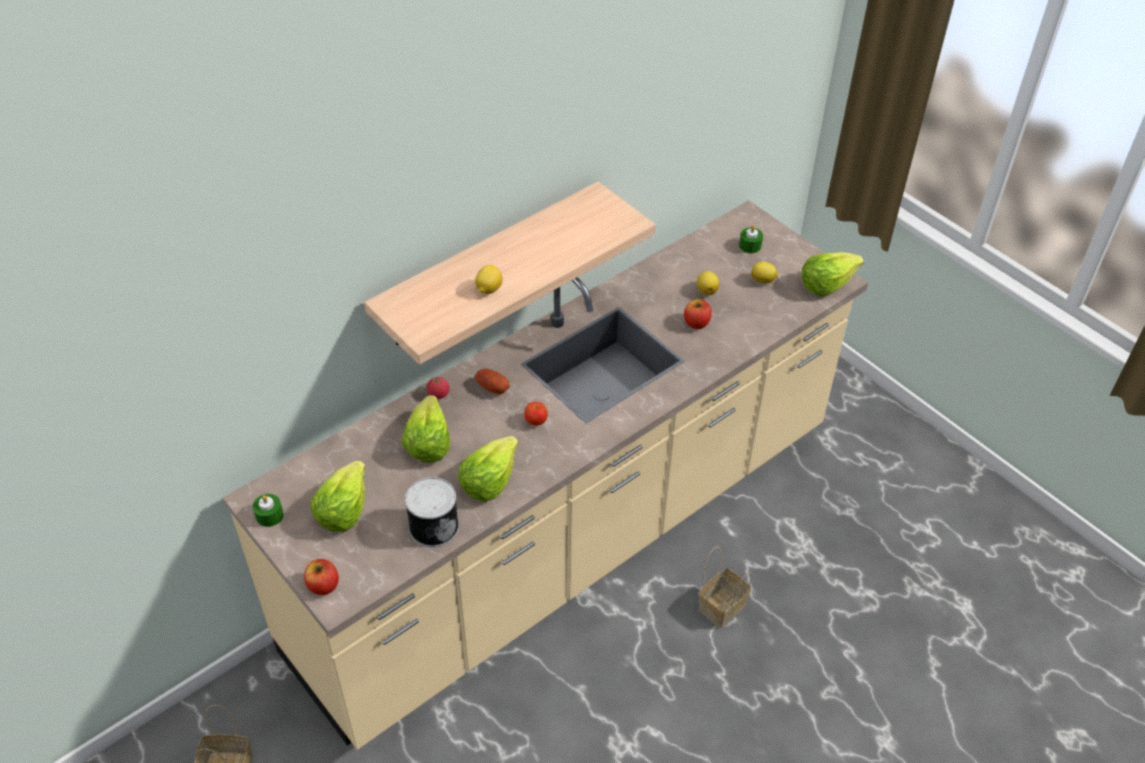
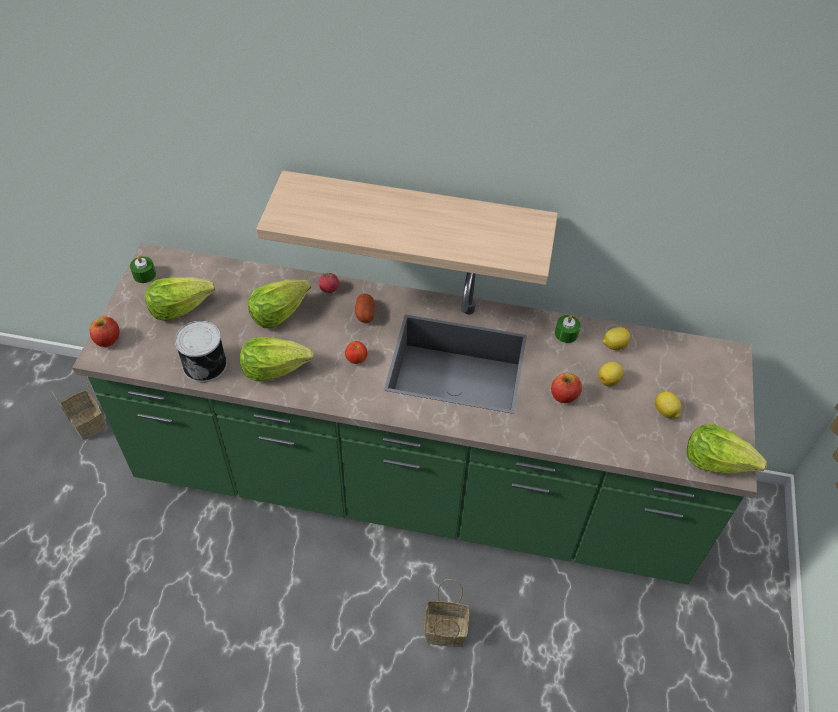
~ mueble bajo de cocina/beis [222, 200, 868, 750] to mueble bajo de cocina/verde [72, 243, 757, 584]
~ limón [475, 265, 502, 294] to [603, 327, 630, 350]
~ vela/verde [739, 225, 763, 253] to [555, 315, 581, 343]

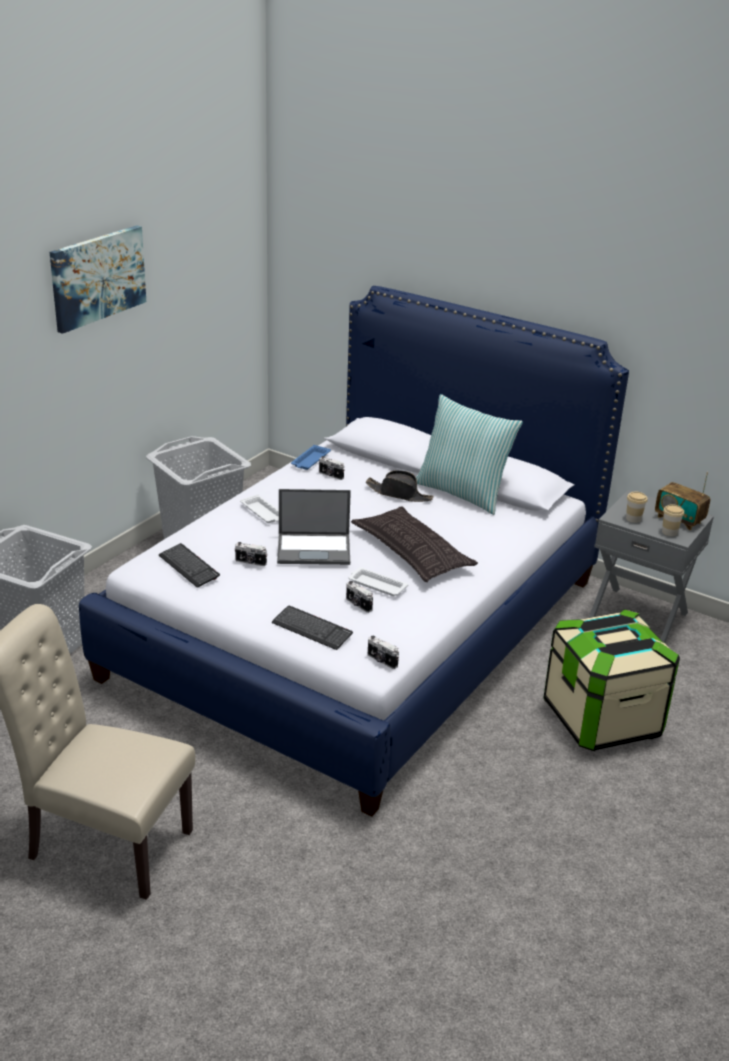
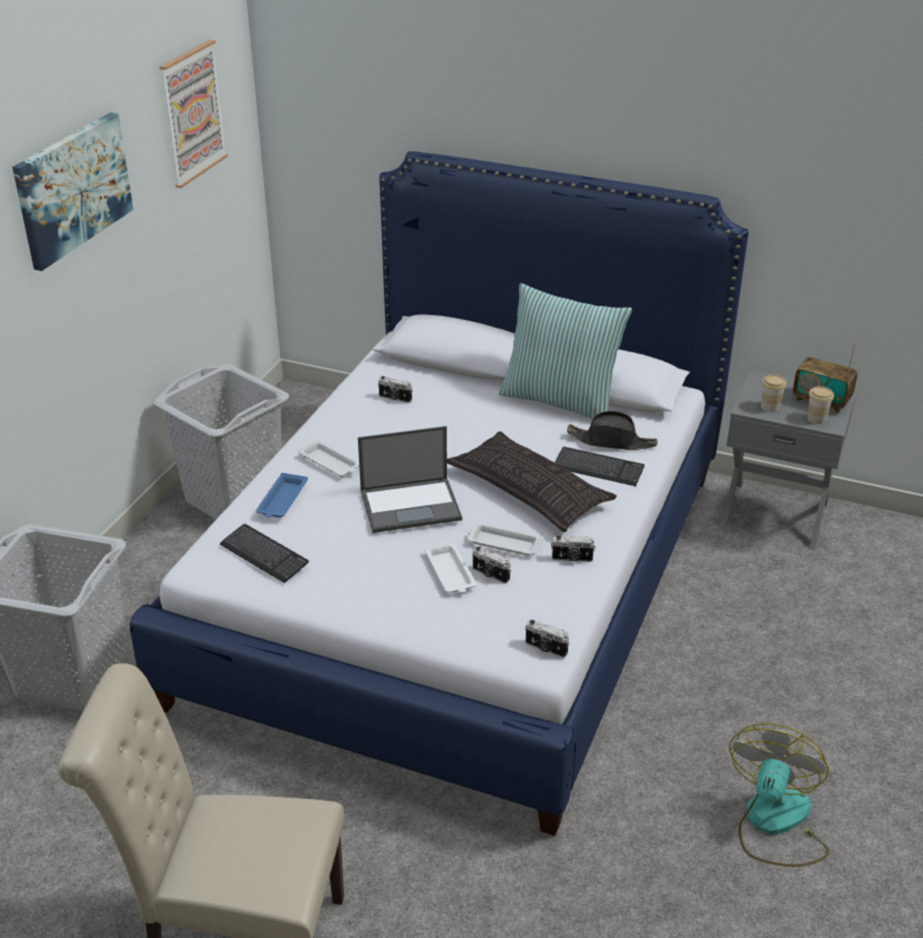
~ cámara [235, 542, 267, 566] to [551, 536, 596, 562]
~ teclado [272, 606, 353, 650] to [555, 447, 644, 486]
~ bandeja/azul [291, 445, 331, 470] to [256, 473, 308, 518]
~ sombrero/negro [366, 470, 434, 502] to [567, 411, 658, 450]
- caja de almacenaje [543, 609, 680, 751]
+ cuadro [159, 40, 228, 188]
+ bandeja/blanco [425, 541, 476, 593]
+ ventilador [729, 723, 829, 867]

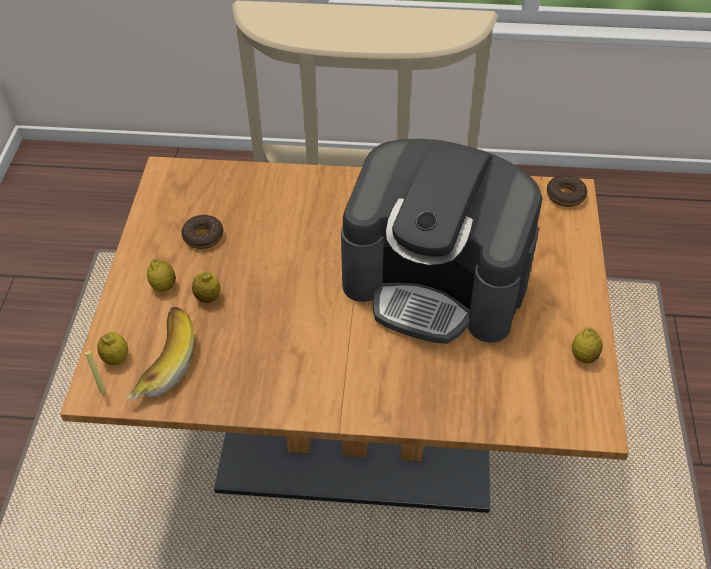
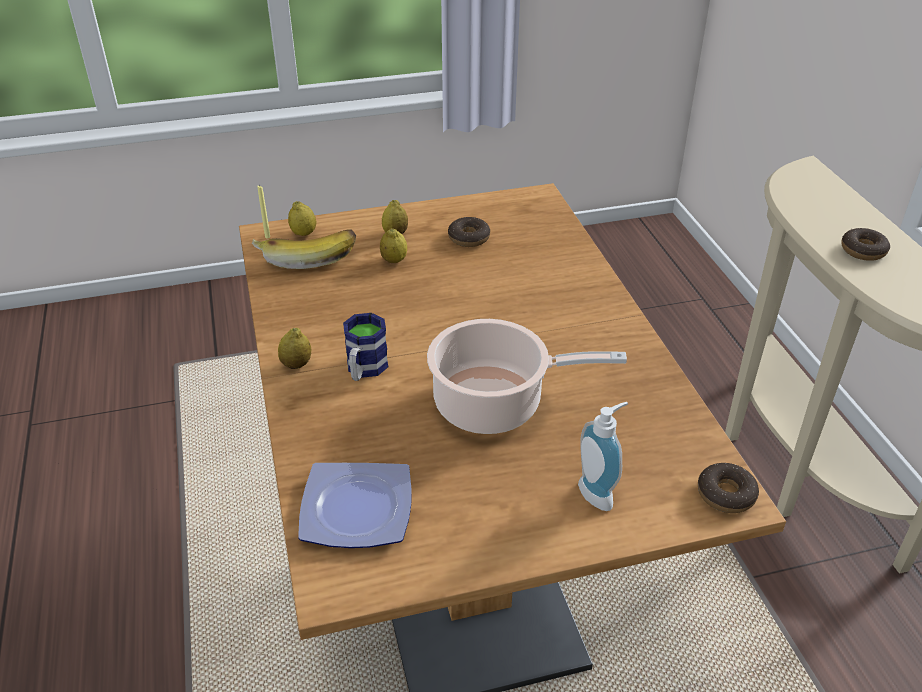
~ cafetera [341, 139, 542, 344] to olla [427, 319, 627, 434]
~ limón [572, 327, 603, 363] to [278, 328, 311, 369]
+ plato [298, 463, 412, 548]
+ taza grande [343, 313, 389, 381]
+ dispensador de jabón [578, 402, 628, 511]
+ rosquilla [841, 228, 890, 261]

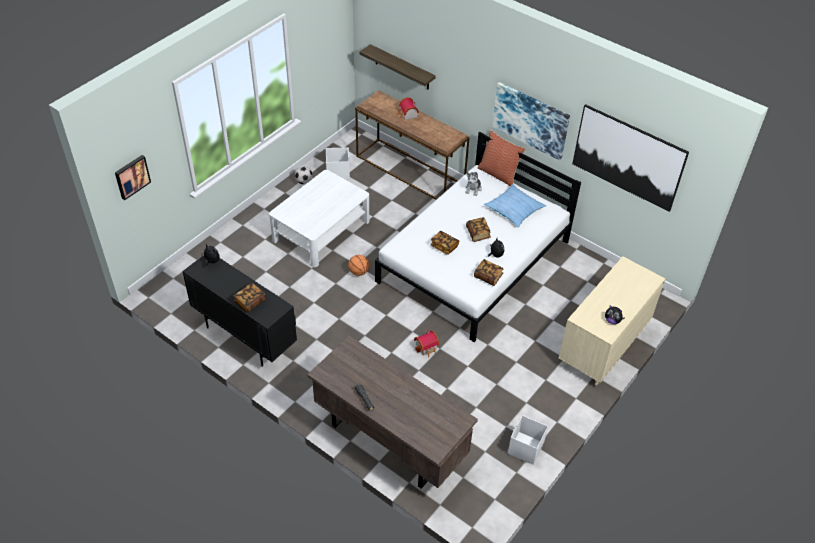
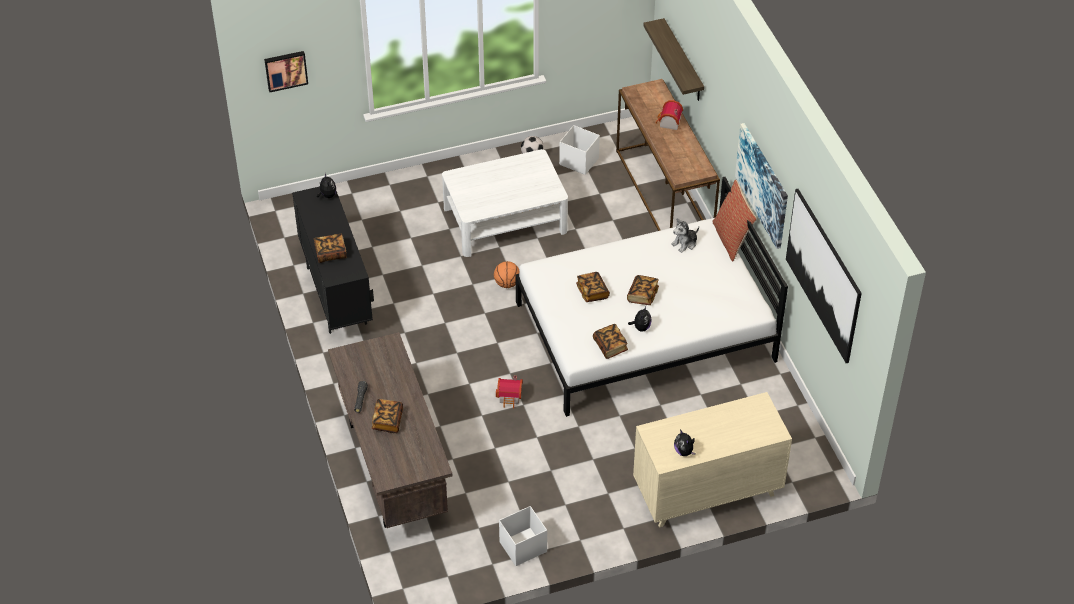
- cojín [484, 184, 546, 227]
+ libro [372, 399, 403, 433]

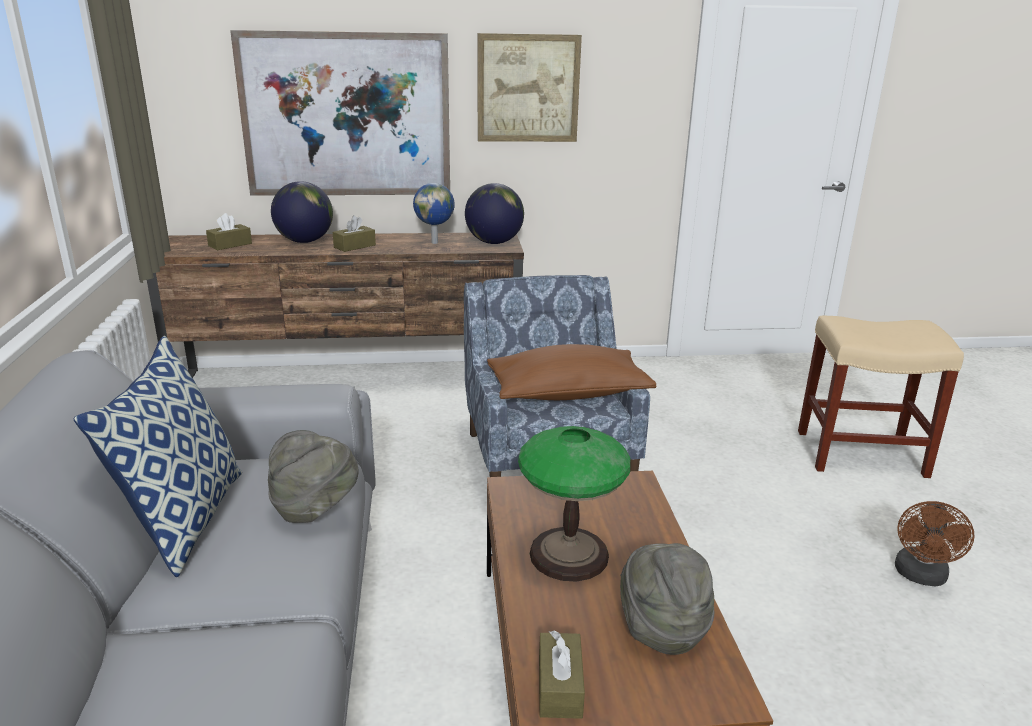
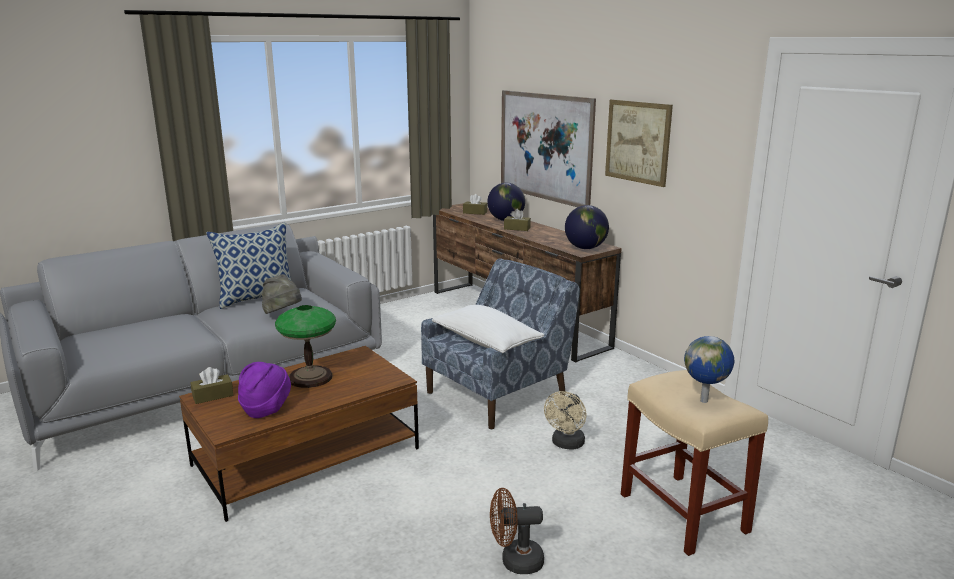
~ globo terráqueo [413, 183, 455, 244] to [684, 336, 734, 403]
~ cojín/marrón [487, 344, 656, 400] to cojín/blanco [432, 305, 544, 353]
~ sombrero/gris [620, 543, 714, 655] to sombrero/morado [238, 362, 291, 418]
+ ventilador/beis [544, 391, 587, 450]

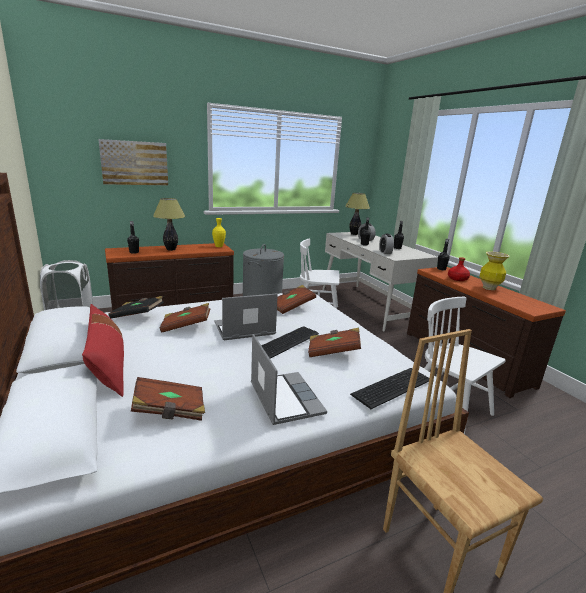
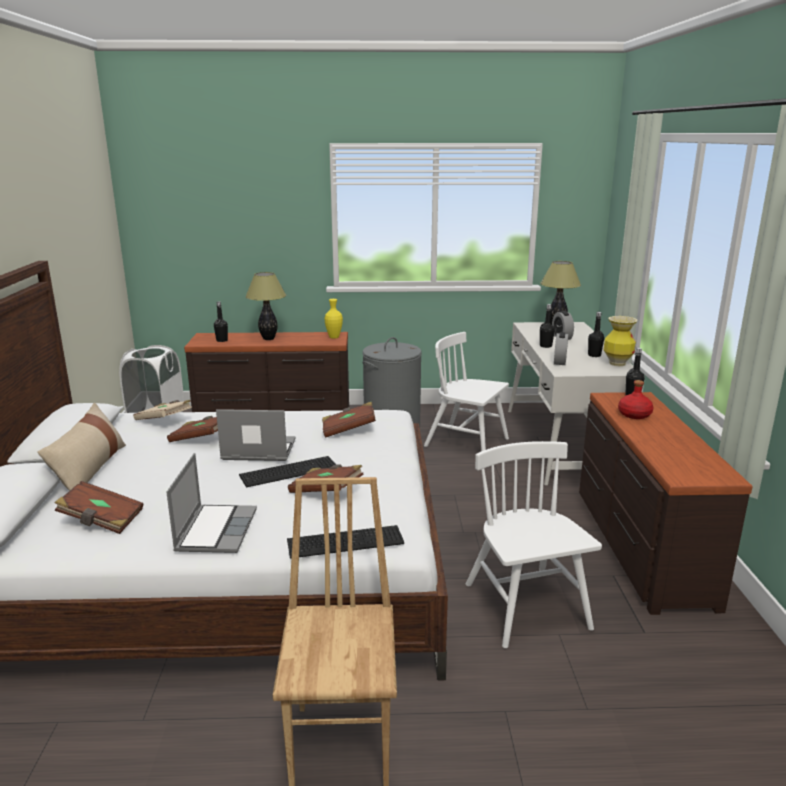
~ cojín/rojo [82, 304, 124, 397] to cojín/beis [37, 402, 126, 491]
- cuadro [98, 139, 168, 185]
~ libro/negro [108, 296, 164, 318] to libro/beis [133, 400, 192, 420]
~ florero [479, 251, 510, 290] to [604, 316, 637, 366]

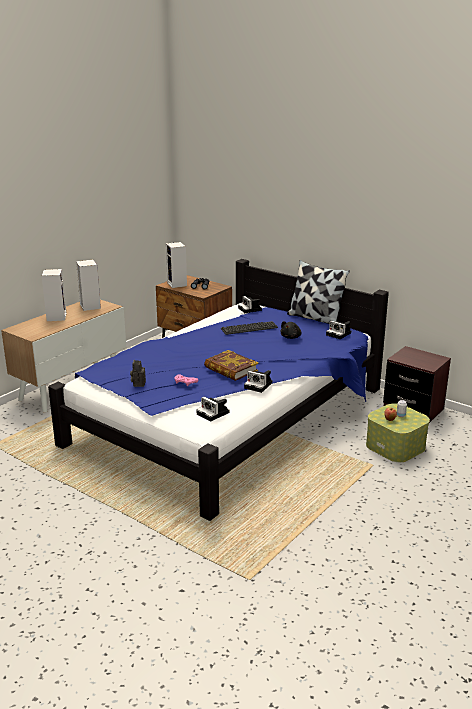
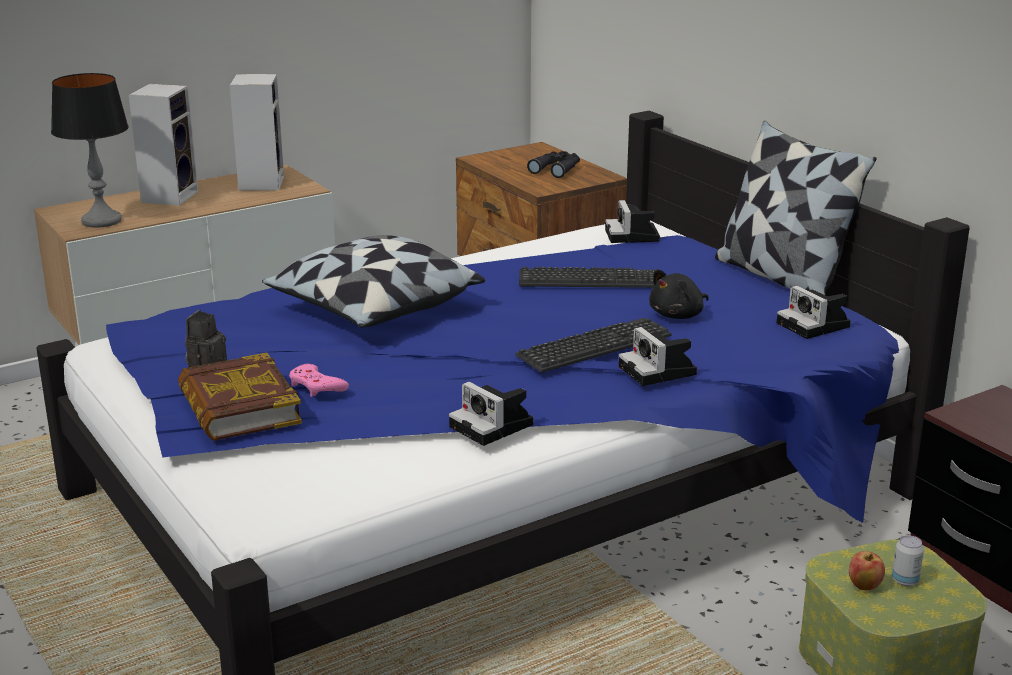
- altavoz [166, 242, 187, 288]
~ cámara [196, 397, 229, 422] to [619, 327, 697, 386]
~ libro [204, 350, 259, 381] to [178, 353, 302, 441]
+ lámpara de mesa [51, 73, 129, 227]
+ cojín [262, 235, 485, 328]
+ teclado [515, 318, 672, 373]

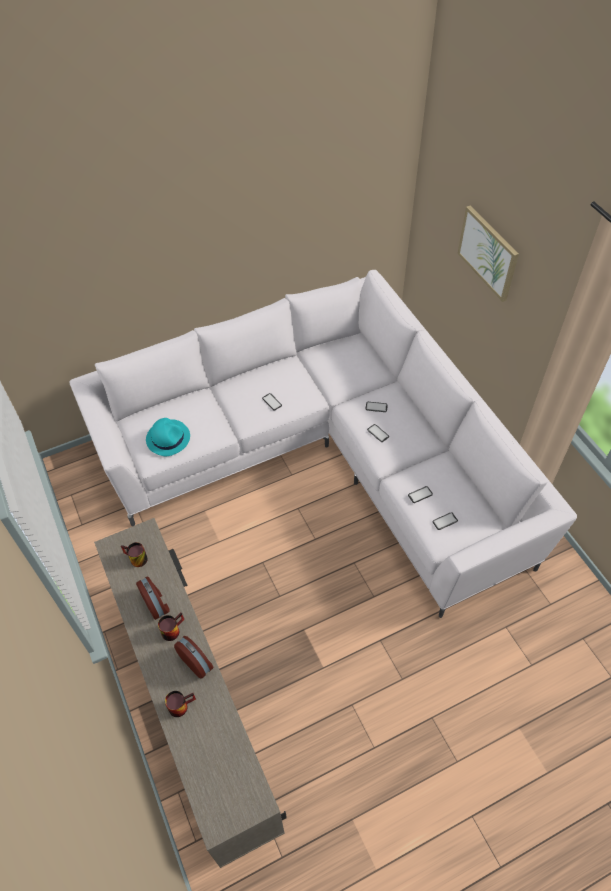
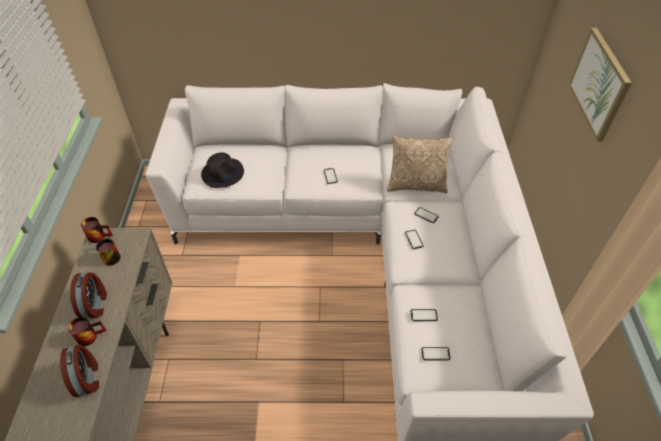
~ sombrero/turquesa [146, 418, 190, 456] to sombrero/negro [201, 153, 244, 188]
~ taza grande [165, 691, 196, 717] to [81, 217, 113, 243]
+ cojín [387, 136, 454, 193]

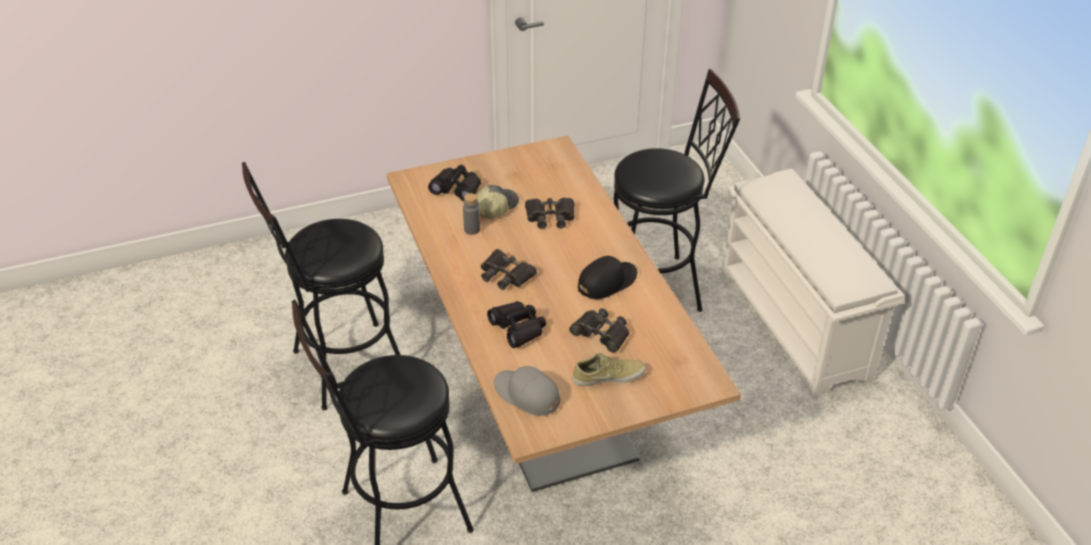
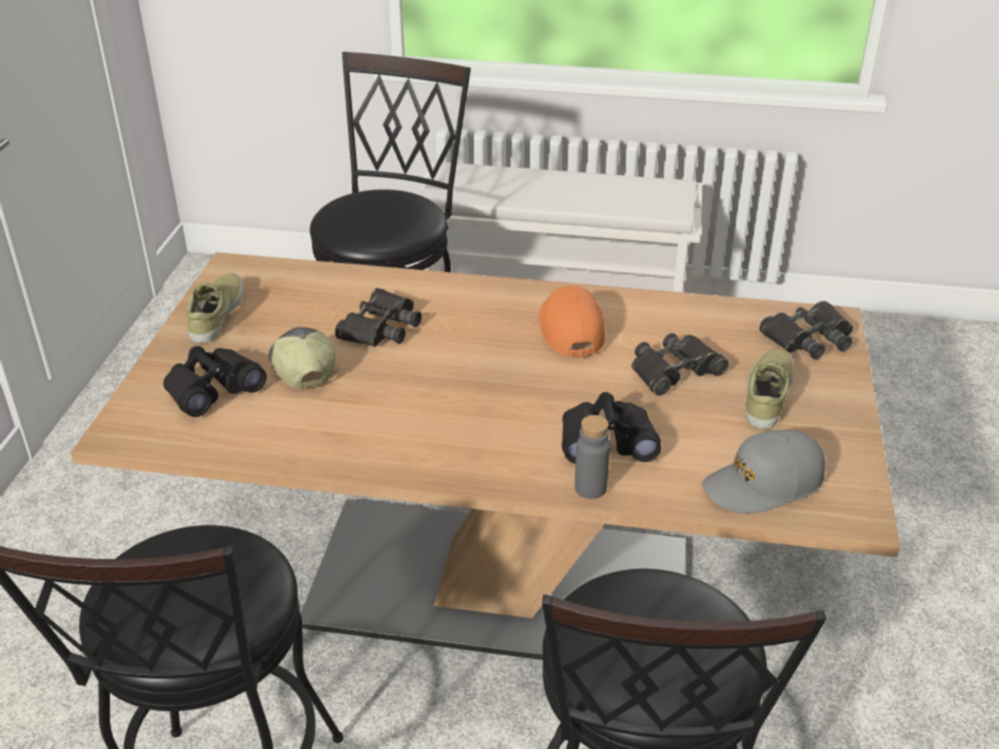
~ botella/gris [463, 193, 480, 235] to [575, 415, 610, 499]
~ prismáticos/negro [481, 249, 537, 290] to [759, 301, 853, 359]
~ gorra/negro [578, 256, 637, 299] to gorra/naranja [538, 286, 605, 358]
+ zapato/beis [187, 273, 244, 343]

